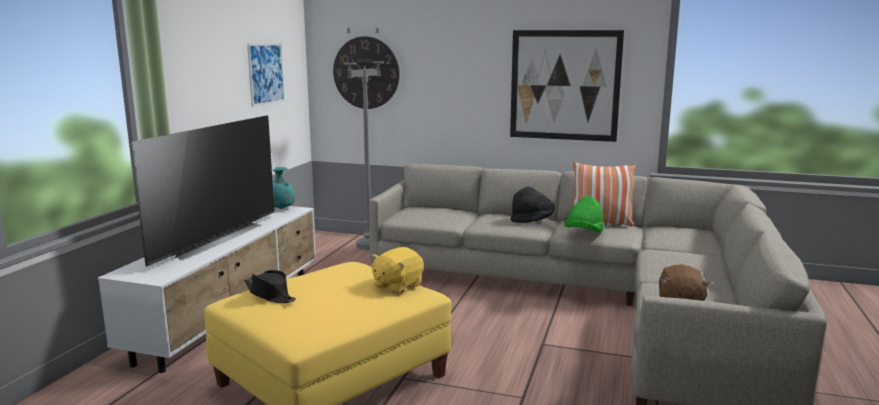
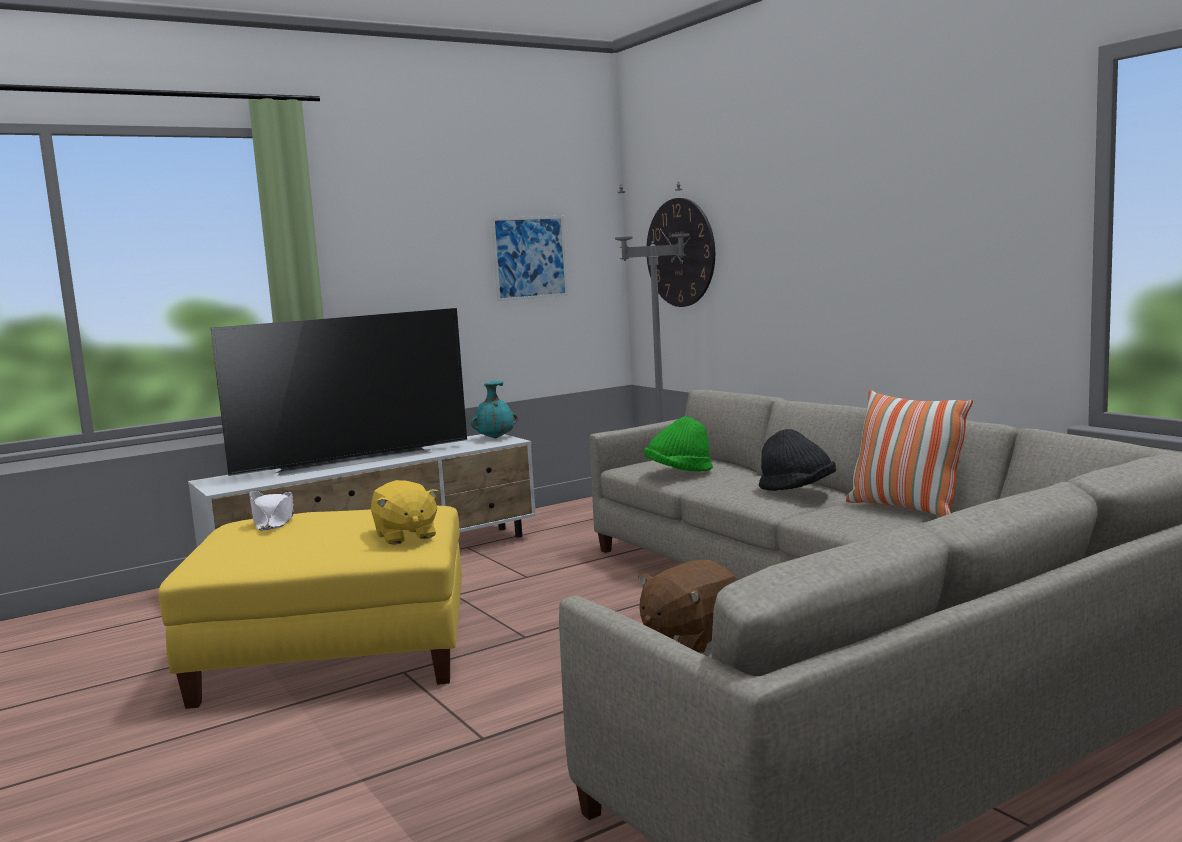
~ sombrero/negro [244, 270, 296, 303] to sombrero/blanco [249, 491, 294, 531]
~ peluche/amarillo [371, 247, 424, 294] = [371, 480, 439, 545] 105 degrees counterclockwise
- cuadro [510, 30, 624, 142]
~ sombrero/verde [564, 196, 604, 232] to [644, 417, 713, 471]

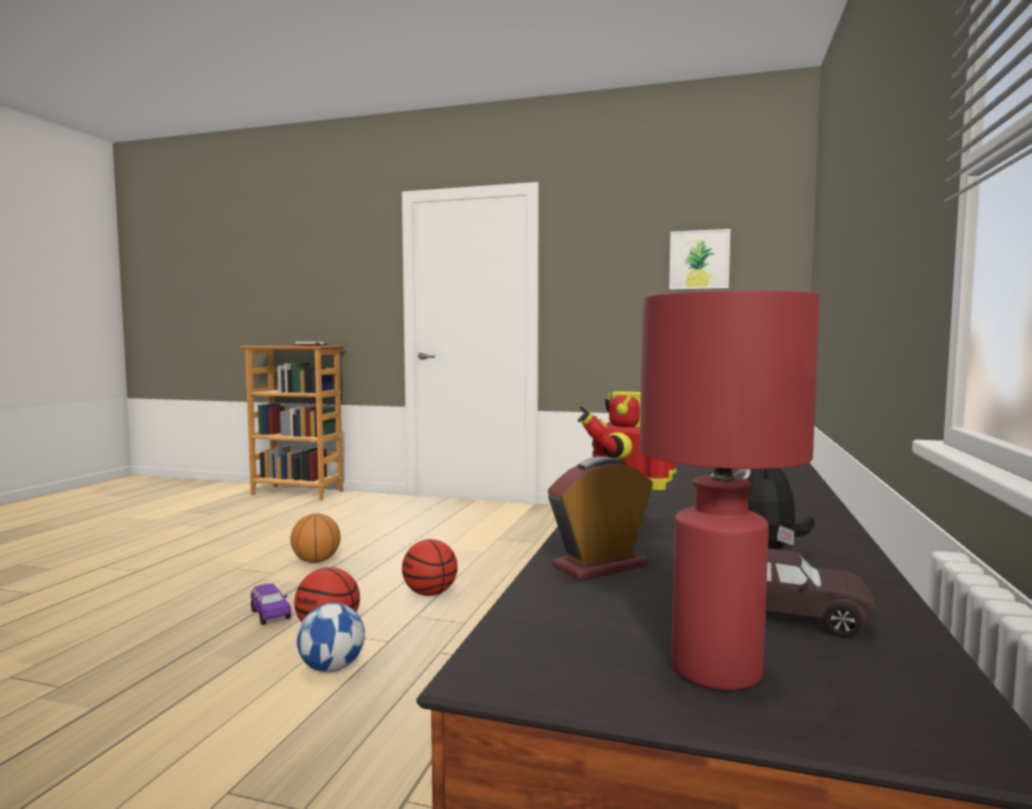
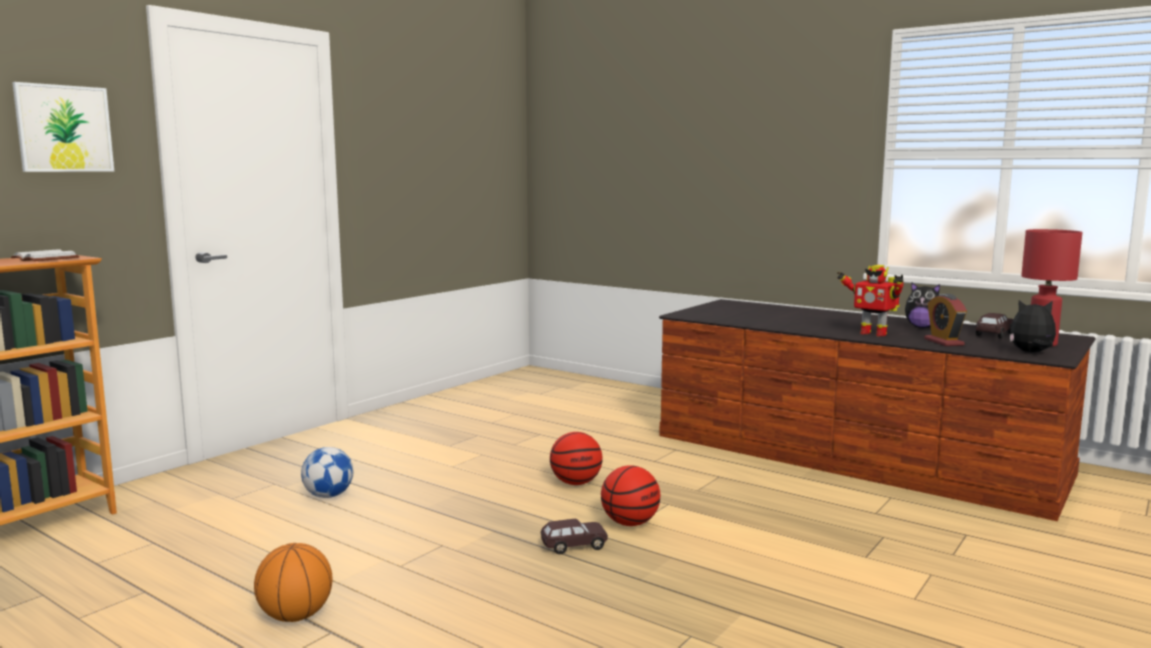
~ coche de juguete/morado [251, 583, 291, 625] to coche de juguete/marrón [541, 519, 608, 554]
~ balón de baloncesto [291, 513, 341, 563] to [254, 543, 332, 622]
~ balón de fútbol [297, 603, 365, 672] to [301, 447, 353, 498]
~ cuadro [669, 229, 730, 290] to [12, 82, 114, 172]
+ peluche [1010, 300, 1056, 352]

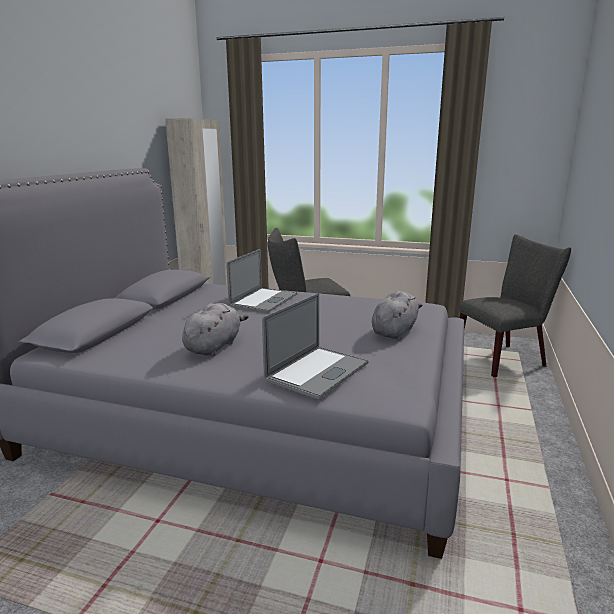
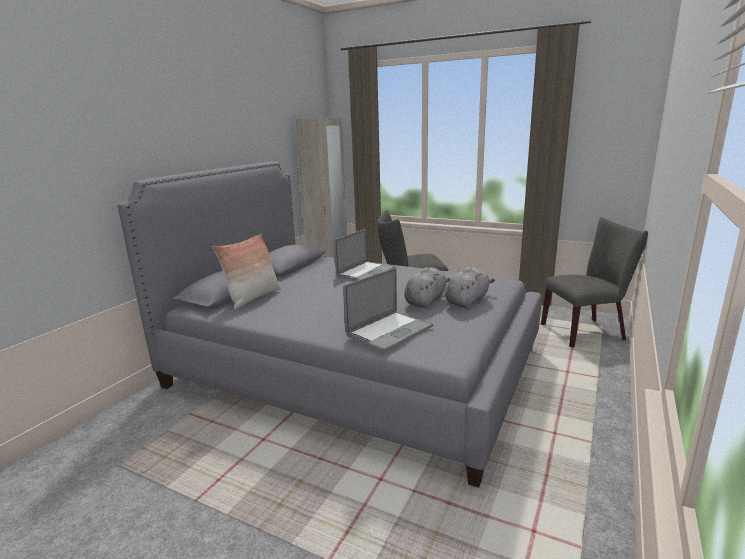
~ peluche/gris [182, 303, 249, 356] to [404, 267, 451, 308]
+ cojín [213, 234, 281, 310]

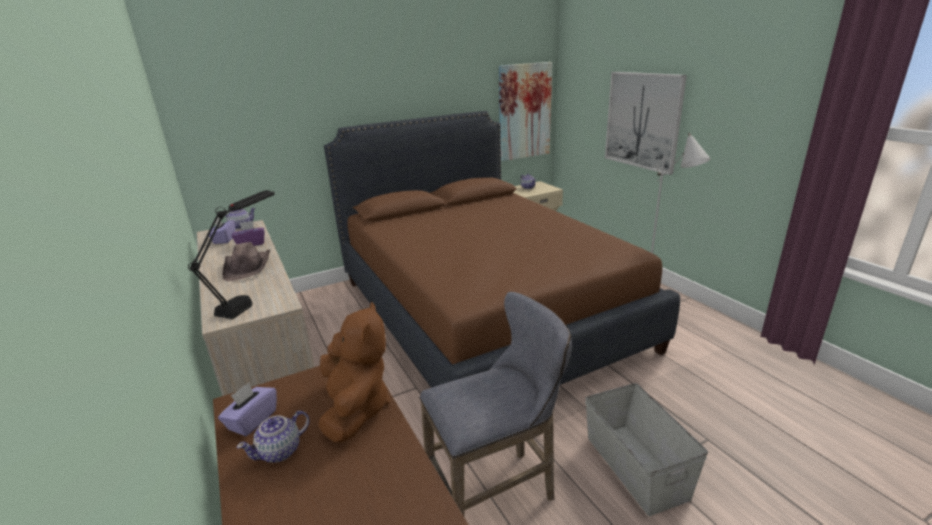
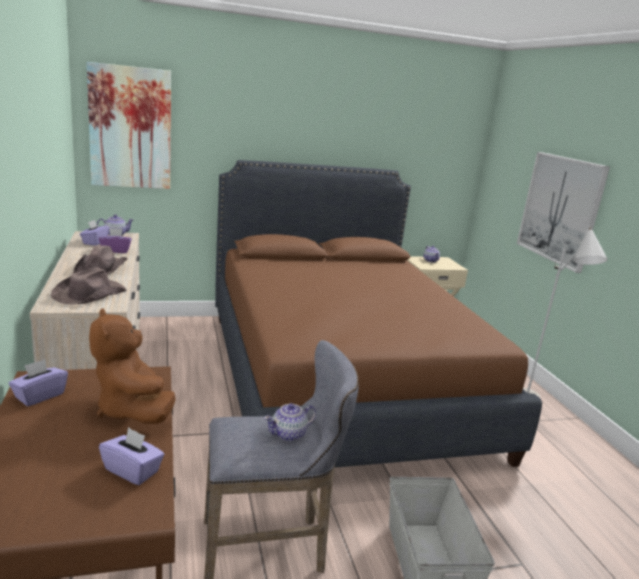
~ lámpara de mesa/negro [188, 190, 275, 319] to sombrero/marrón [51, 267, 127, 304]
~ tetera [237, 411, 310, 463] to [264, 403, 316, 441]
~ peluche/marrón [318, 301, 390, 443] = [89, 308, 176, 424] 150 degrees clockwise
~ cuadro [499, 62, 552, 161] to [87, 62, 171, 189]
+ caja de pañuelos/morado [99, 427, 165, 485]

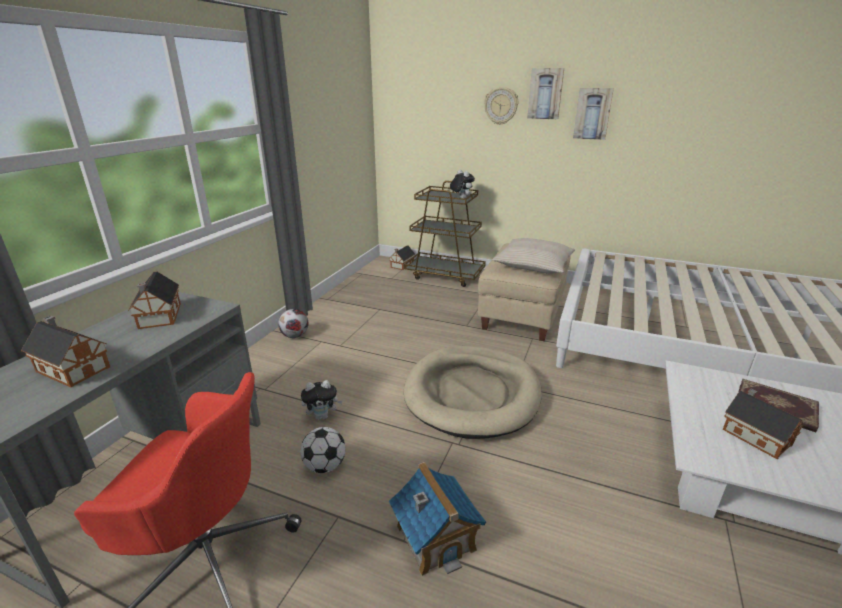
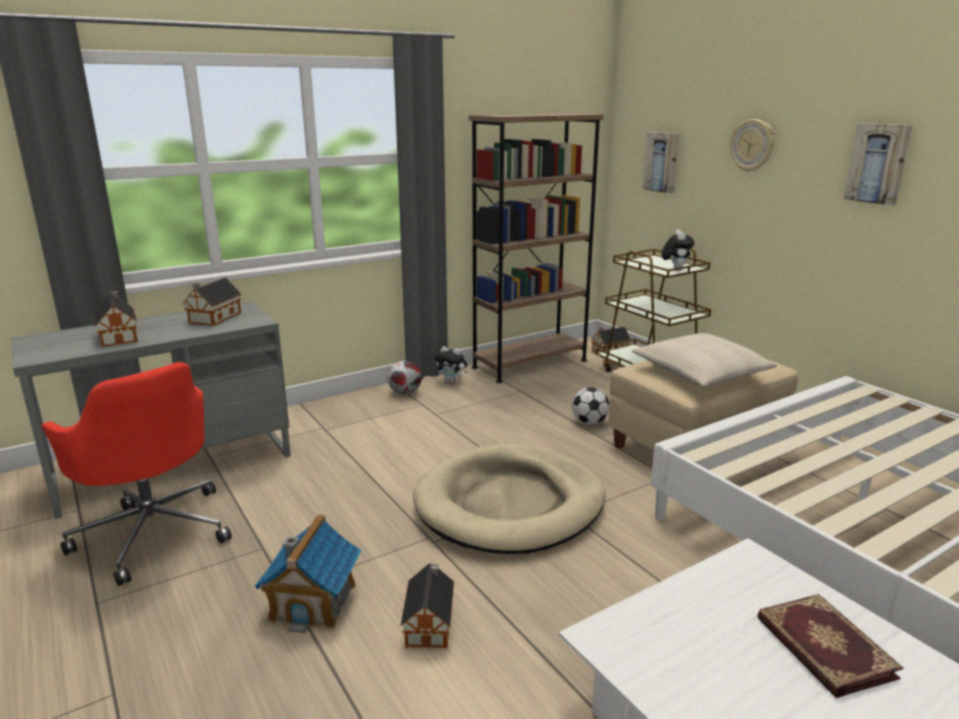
~ balón de fútbol [300, 427, 346, 473] to [572, 387, 610, 425]
~ peluche [301, 380, 342, 420] to [435, 346, 468, 383]
~ cuadro [527, 68, 564, 119] to [643, 132, 680, 193]
~ casita [723, 389, 803, 459] to [400, 564, 454, 648]
+ estantería/marrón [469, 113, 604, 383]

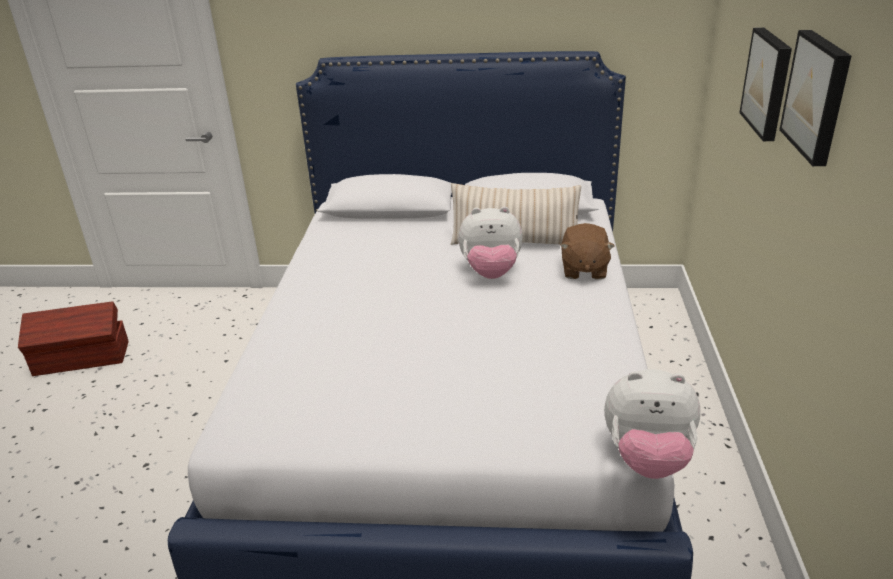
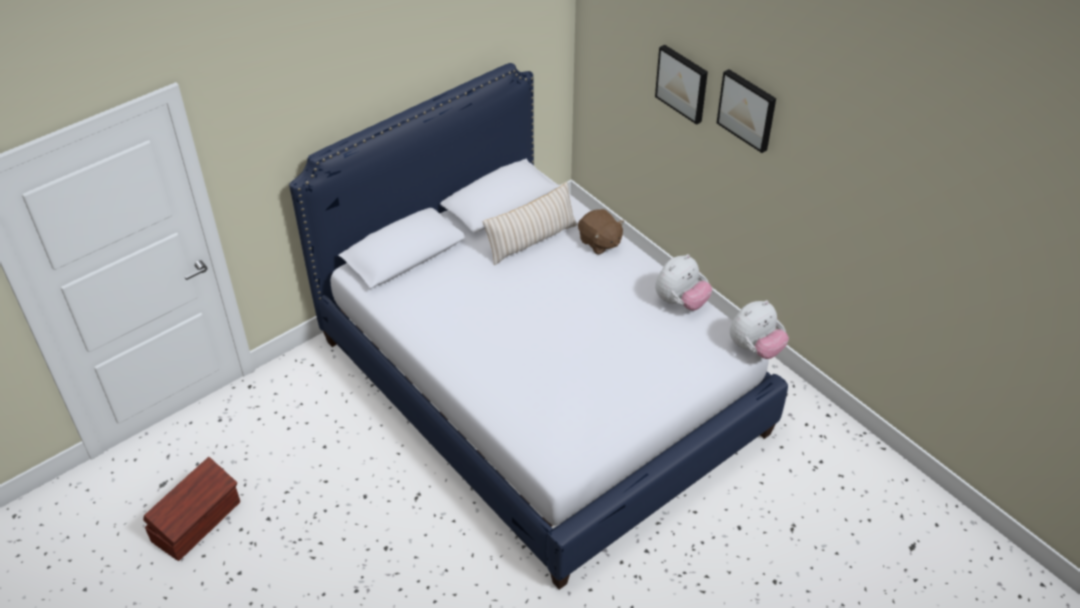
~ peluche [458, 207, 523, 279] to [655, 254, 712, 310]

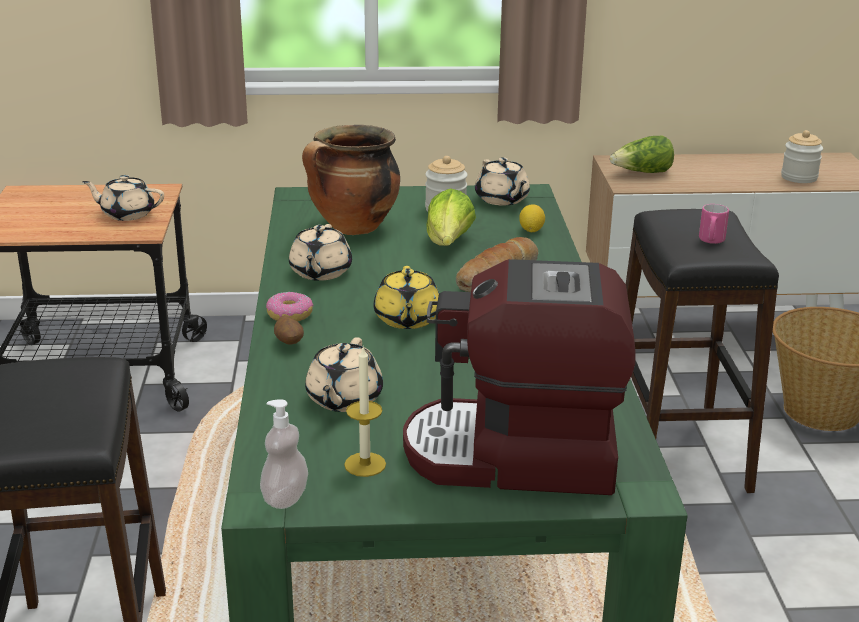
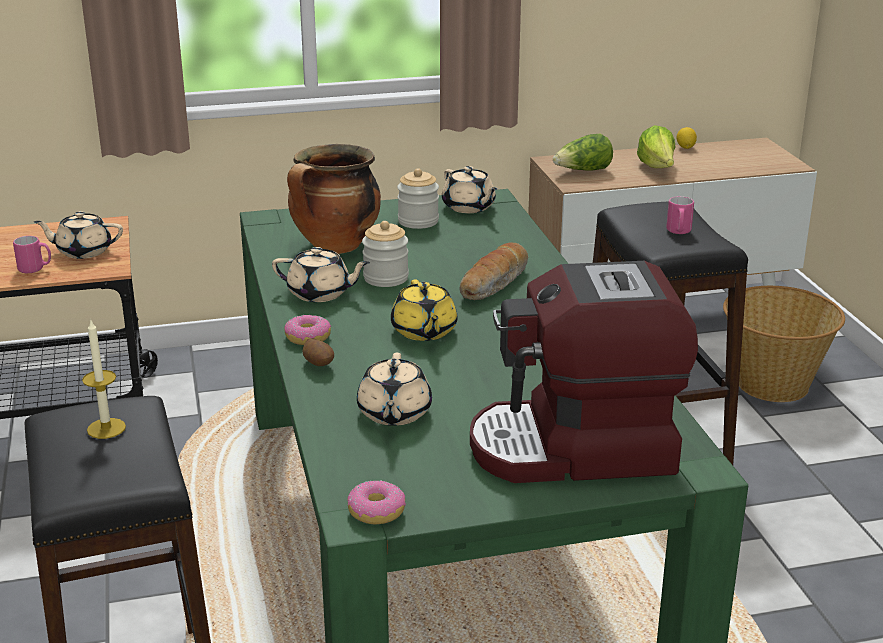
~ dispensador de jabón [260, 399, 308, 509] to rosquilla [347, 480, 406, 524]
~ tetera/beis [289, 224, 352, 281] = [272, 247, 370, 302] 75 degrees counterclockwise
~ vela [344, 348, 386, 477] to [82, 320, 126, 439]
~ lechuga [426, 188, 476, 246] to [637, 125, 675, 168]
~ limón [519, 204, 545, 232] to [676, 127, 697, 149]
~ tarro [781, 130, 823, 183] to [362, 221, 409, 287]
+ taza grande/rosa [13, 236, 51, 273]

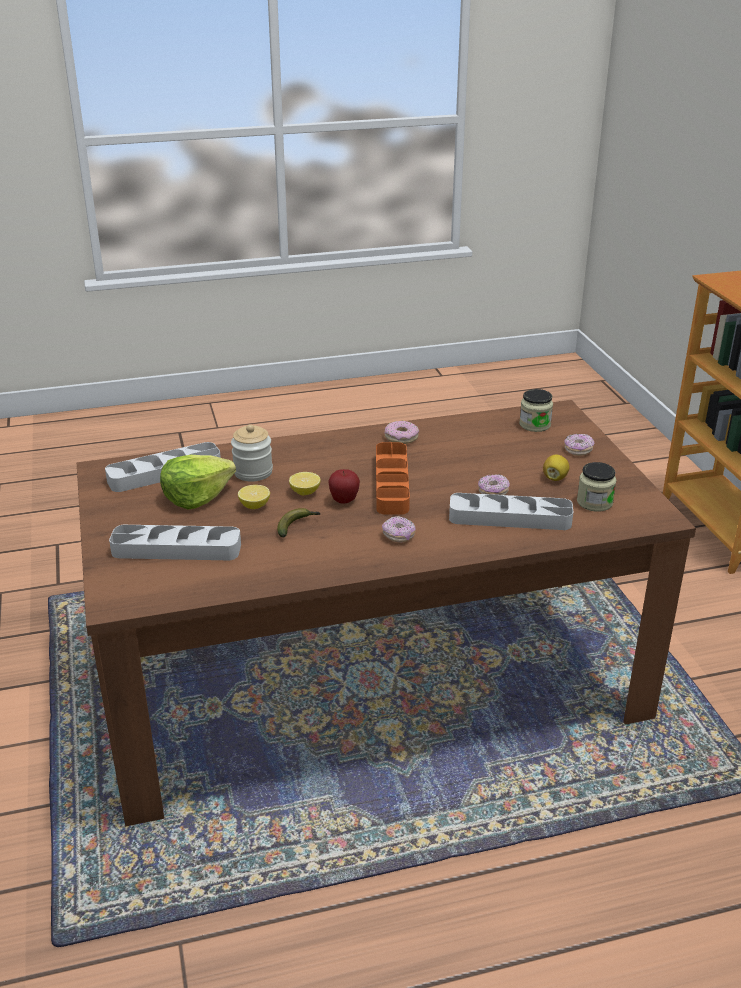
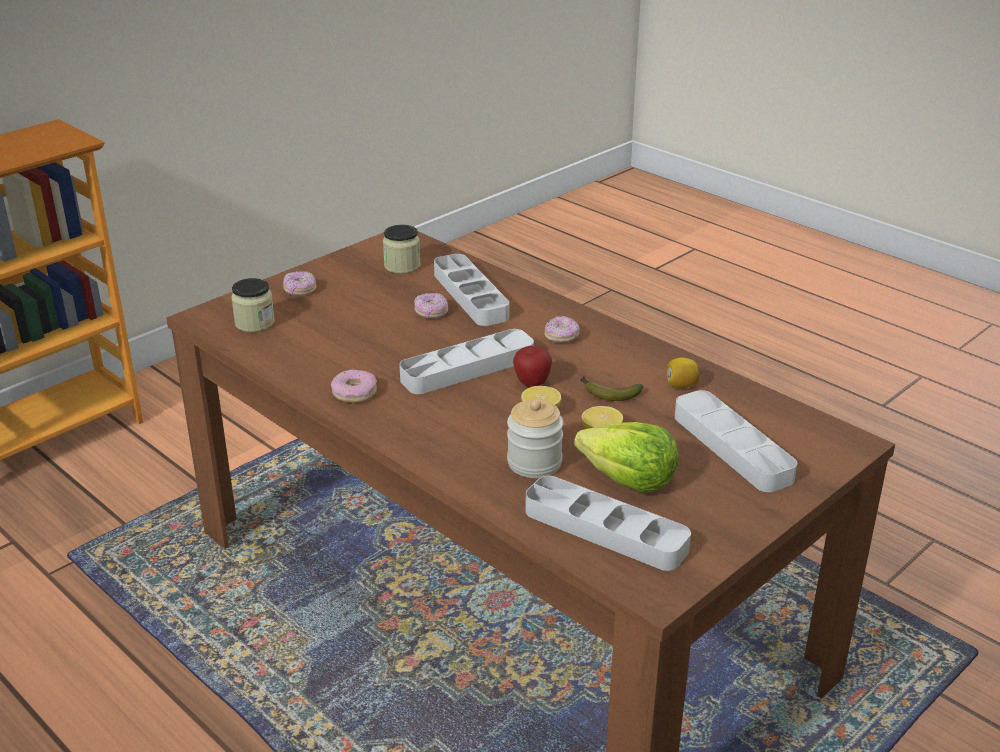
~ bandeja/naranja [376, 442, 410, 515] to bandeja/gris [399, 329, 534, 394]
~ limón [543, 455, 569, 481] to [667, 358, 700, 388]

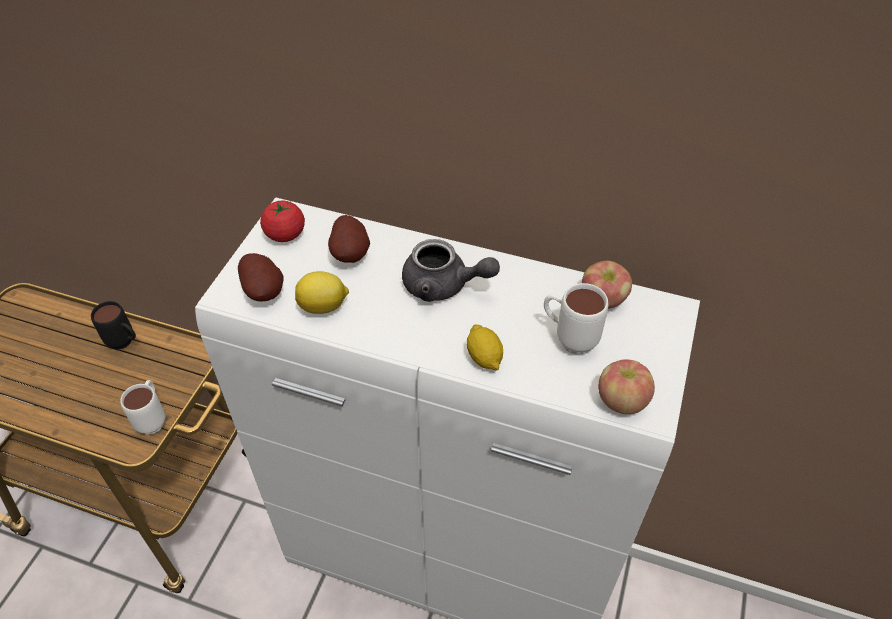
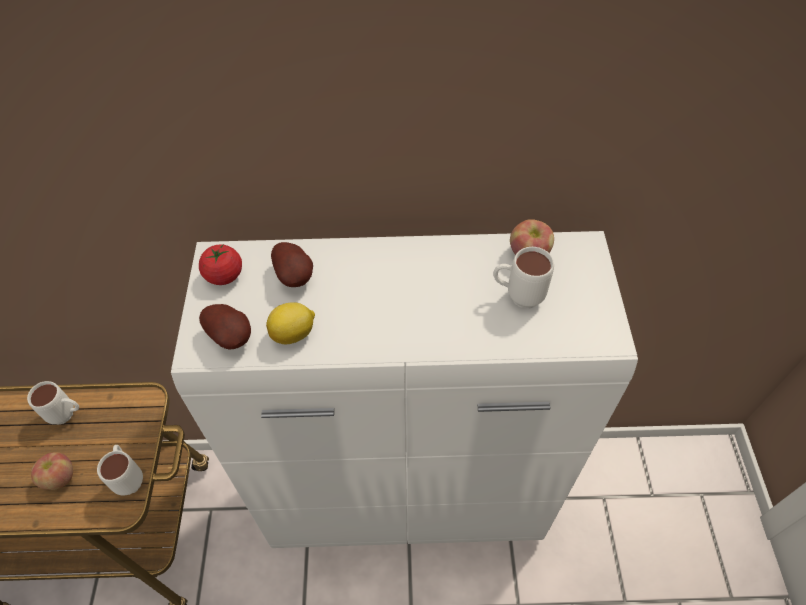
~ taza grande/negro [91, 301, 136, 350] to taza grande/blanco [27, 381, 79, 424]
- tetera/gris [402, 239, 500, 302]
- limón [467, 324, 503, 371]
~ manzana [598, 359, 655, 414] to [31, 452, 73, 490]

